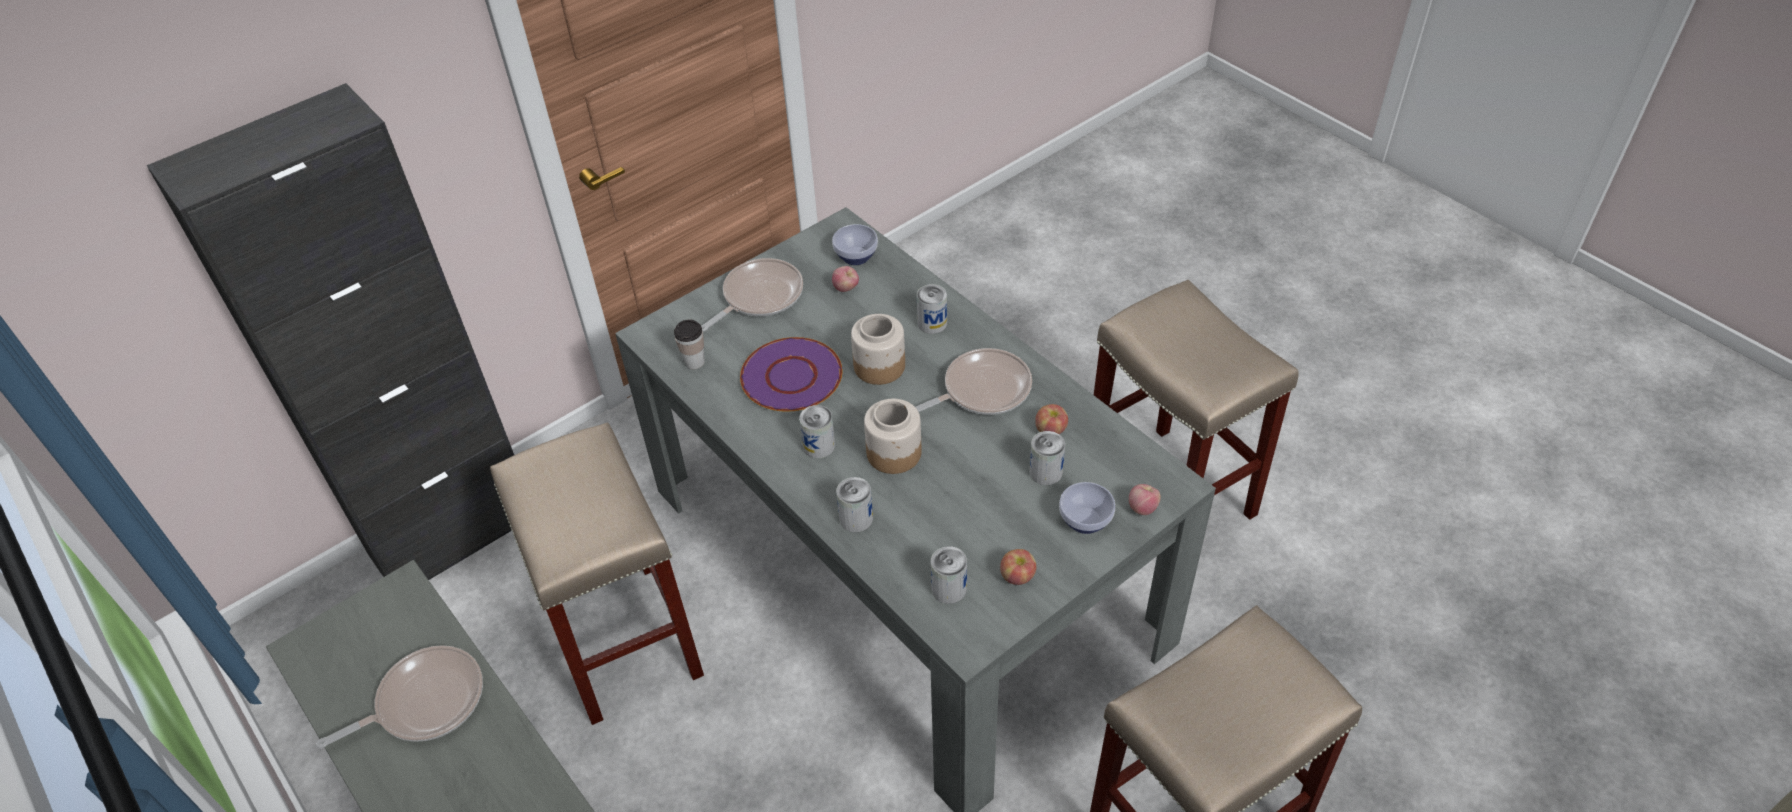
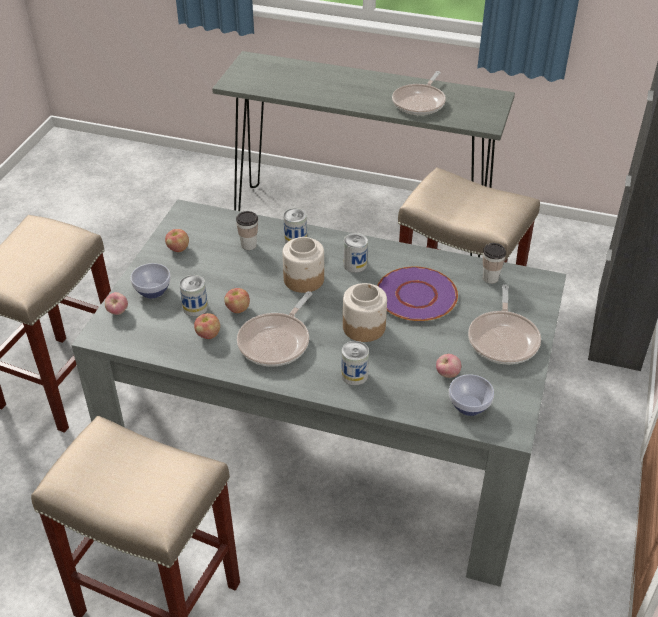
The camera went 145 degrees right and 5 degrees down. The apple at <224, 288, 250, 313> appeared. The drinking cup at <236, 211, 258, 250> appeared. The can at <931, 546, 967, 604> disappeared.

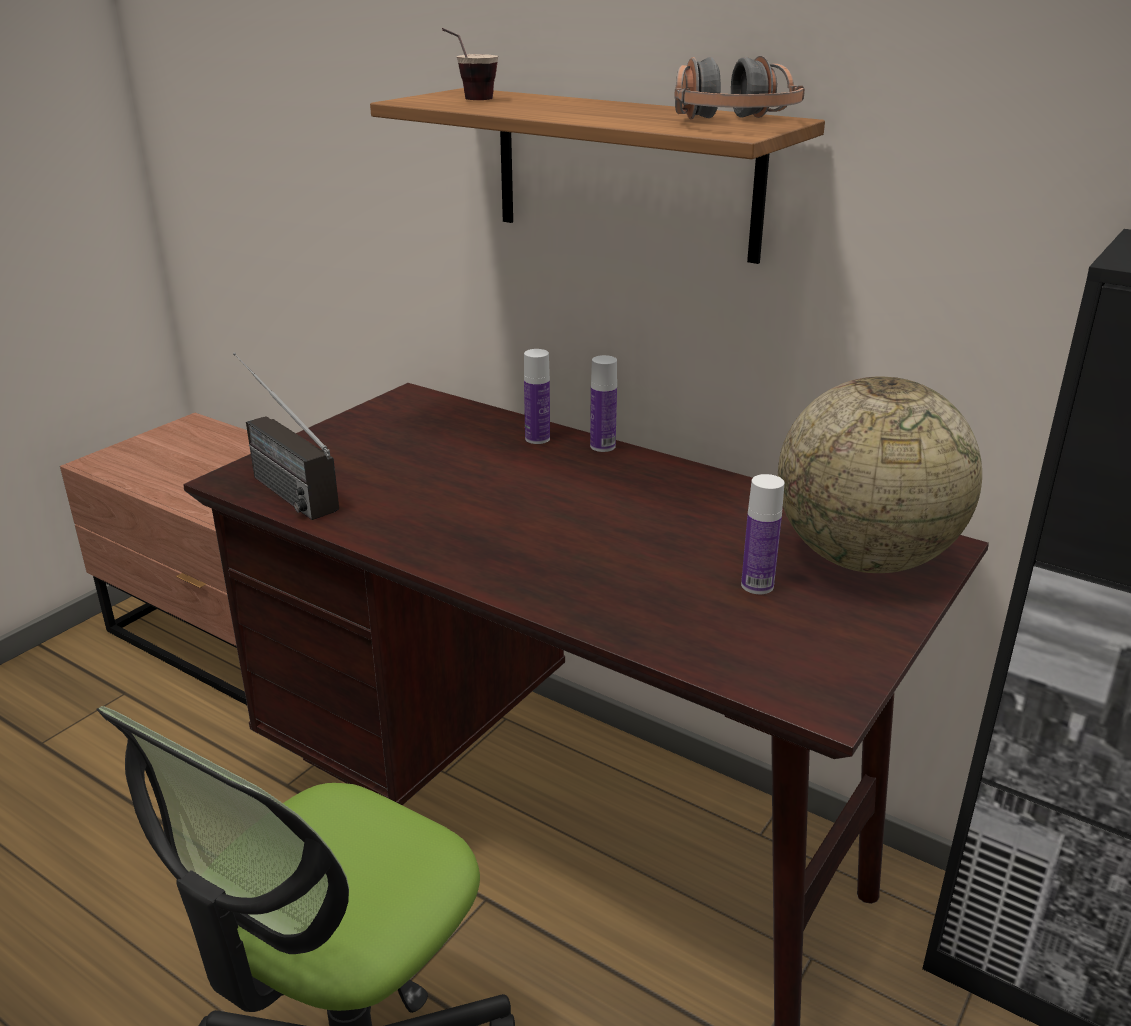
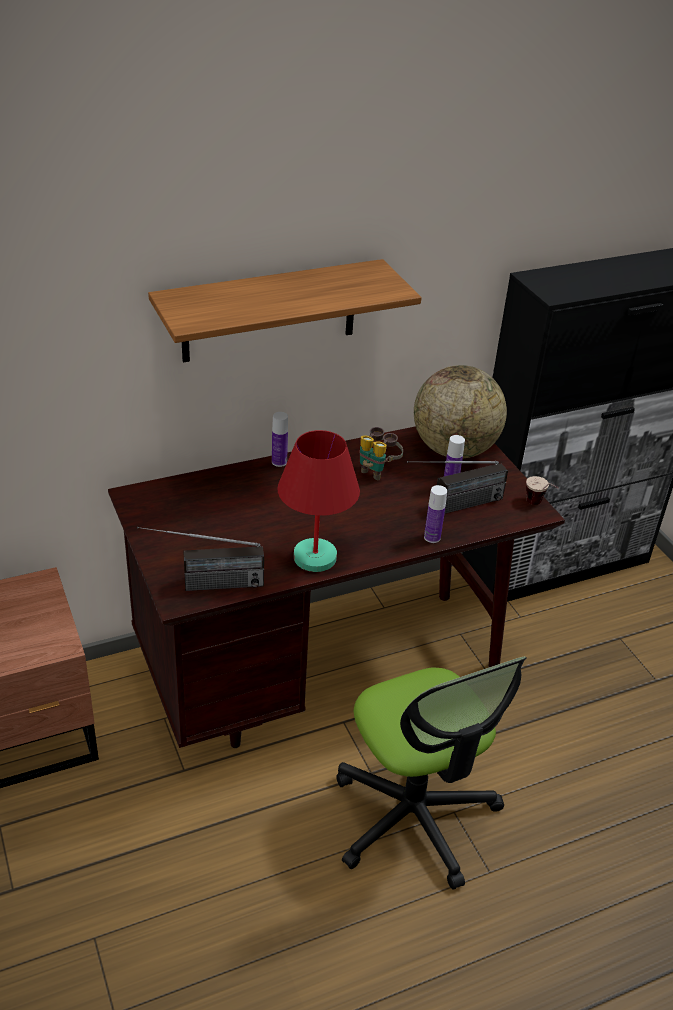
The camera went 60 degrees left and 10 degrees up. The red table lamp at <277, 430, 360, 572> appeared. The binoculars at <360, 427, 403, 480> appeared. The radio at <407, 461, 508, 514> appeared. The beverage bottle moved from <524, 349, 550, 444> to <424, 485, 447, 543>. The drinking cup moved from <442, 28, 498, 100> to <526, 476, 559, 505>. The pair of headphones at <674, 56, 805, 120> disappeared.

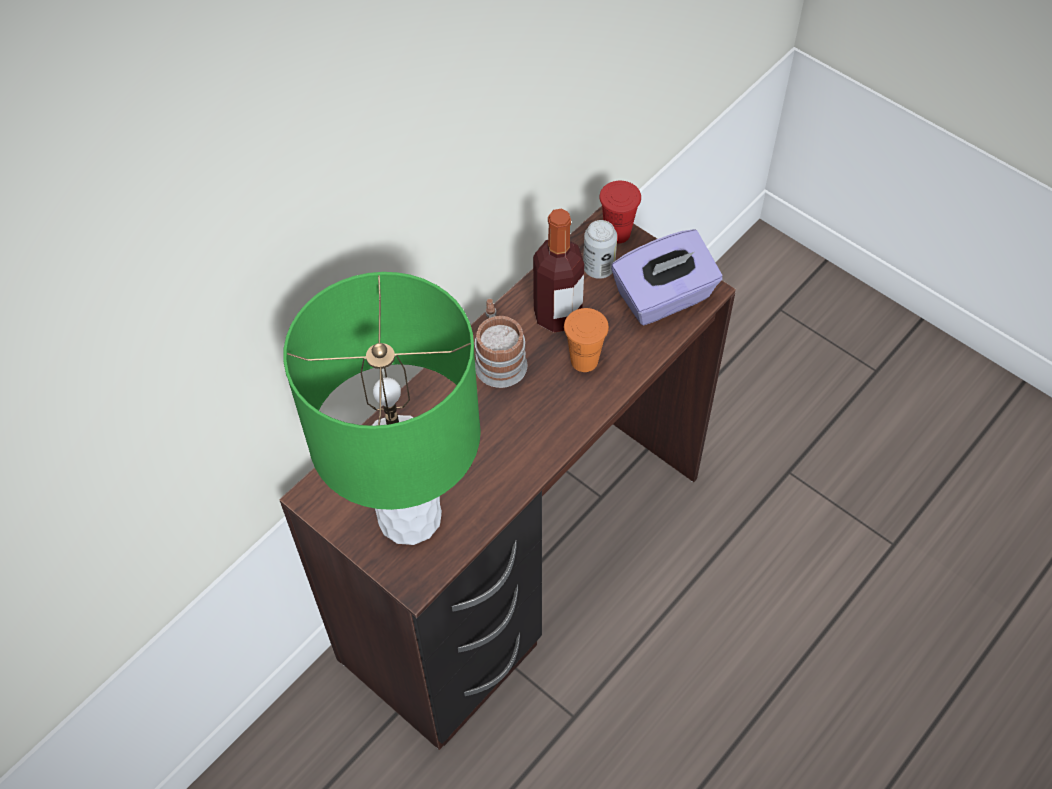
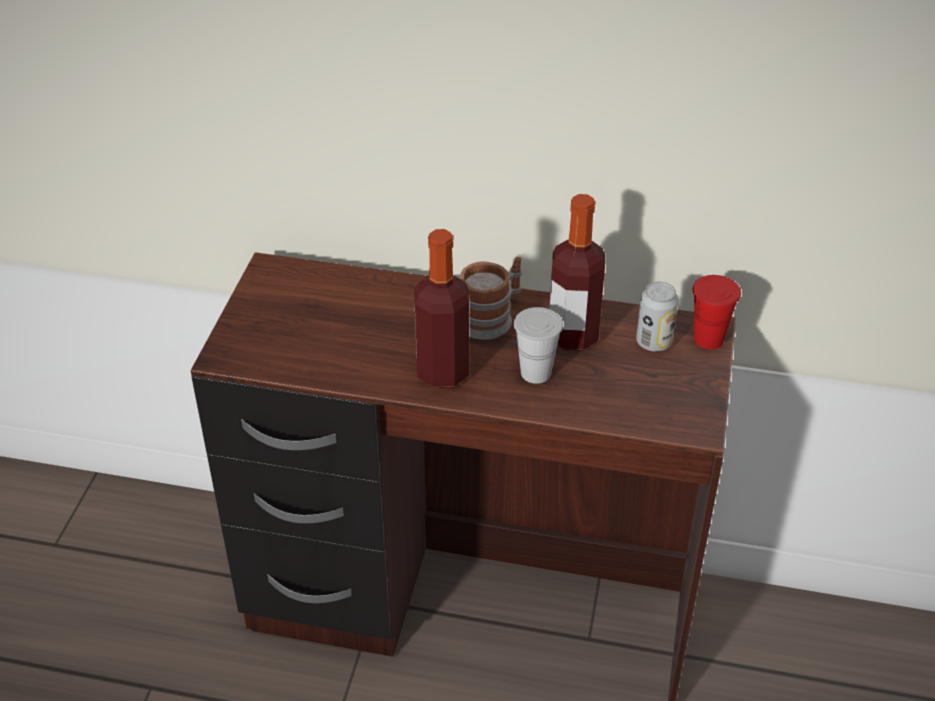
The camera went 60 degrees right and 15 degrees down. The beverage bottle at <414, 229, 469, 388> appeared. The orange-coloured drinking cup at <564, 308, 609, 372> became the white drinking cup at <514, 307, 563, 384>. The green table lamp at <283, 272, 481, 545> disappeared. The purple-coloured tissue holder at <611, 229, 722, 325> disappeared.

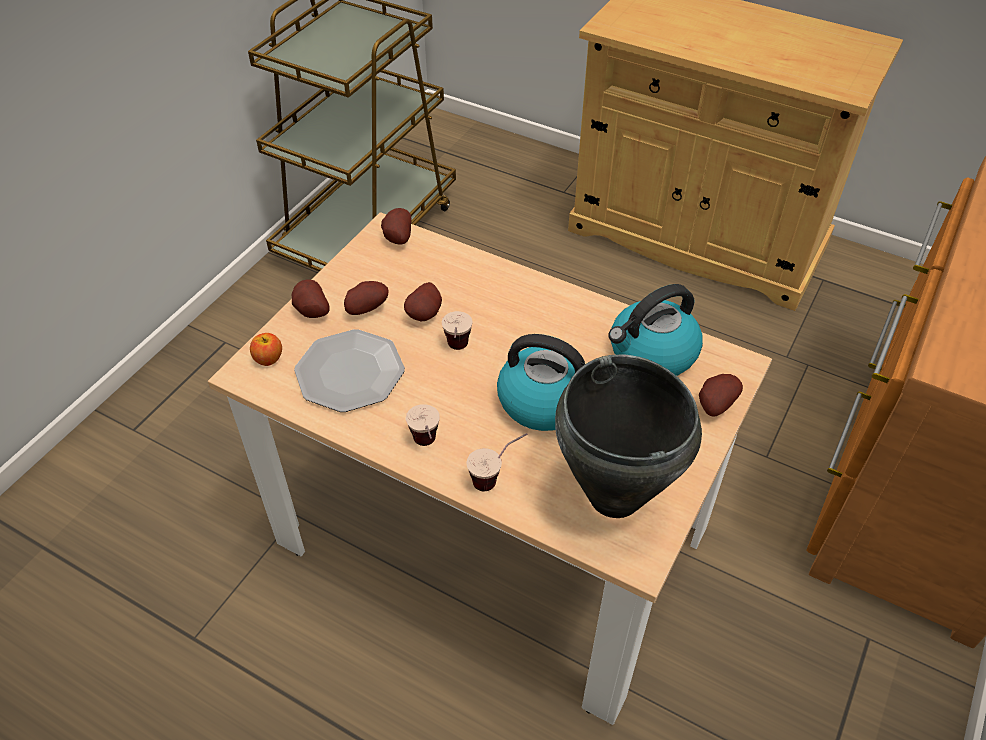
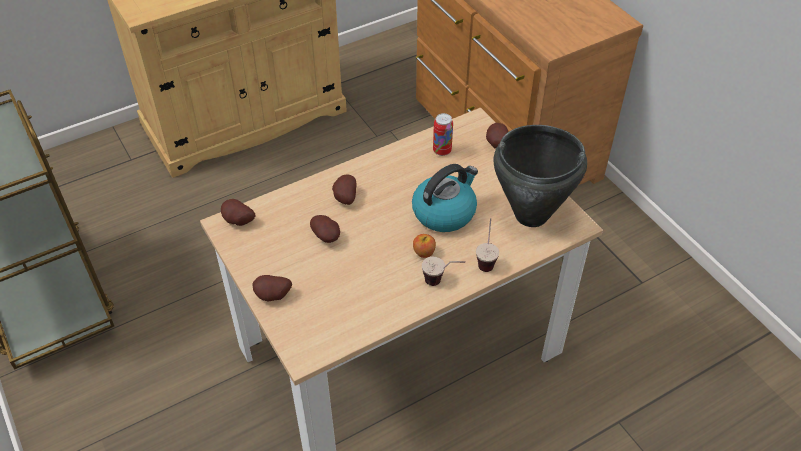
The camera went 60 degrees left and 0 degrees up. The spud moved from <344, 281, 389, 315> to <332, 174, 357, 205>. The apple moved from <250, 333, 282, 366> to <413, 234, 436, 258>. The water kettle at <608, 284, 703, 376> was replaced by the can at <433, 113, 453, 156>. The plate at <294, 329, 405, 412> disappeared. The drinking cup at <442, 311, 473, 350> disappeared.

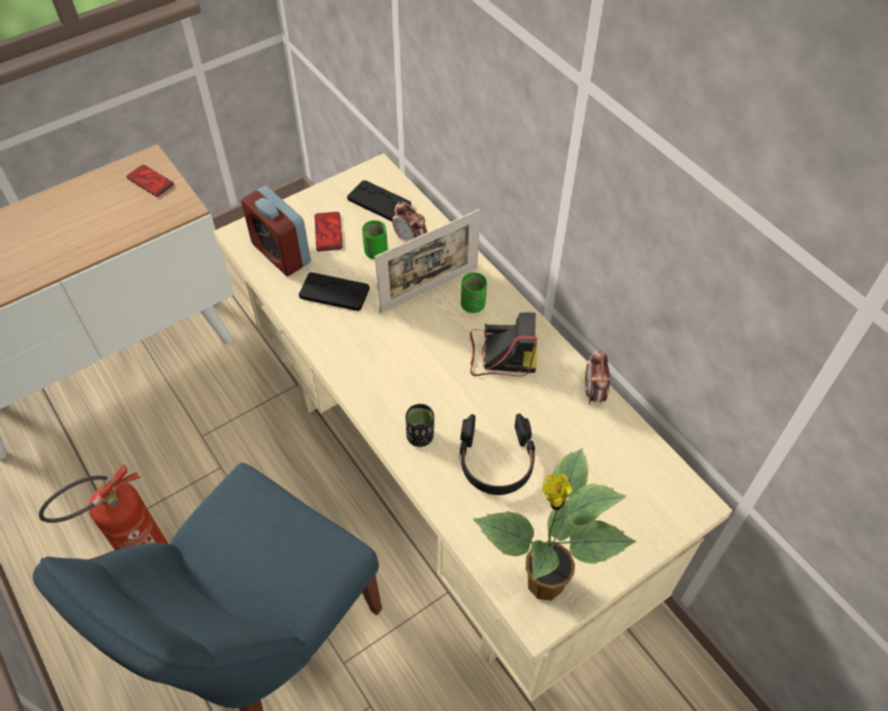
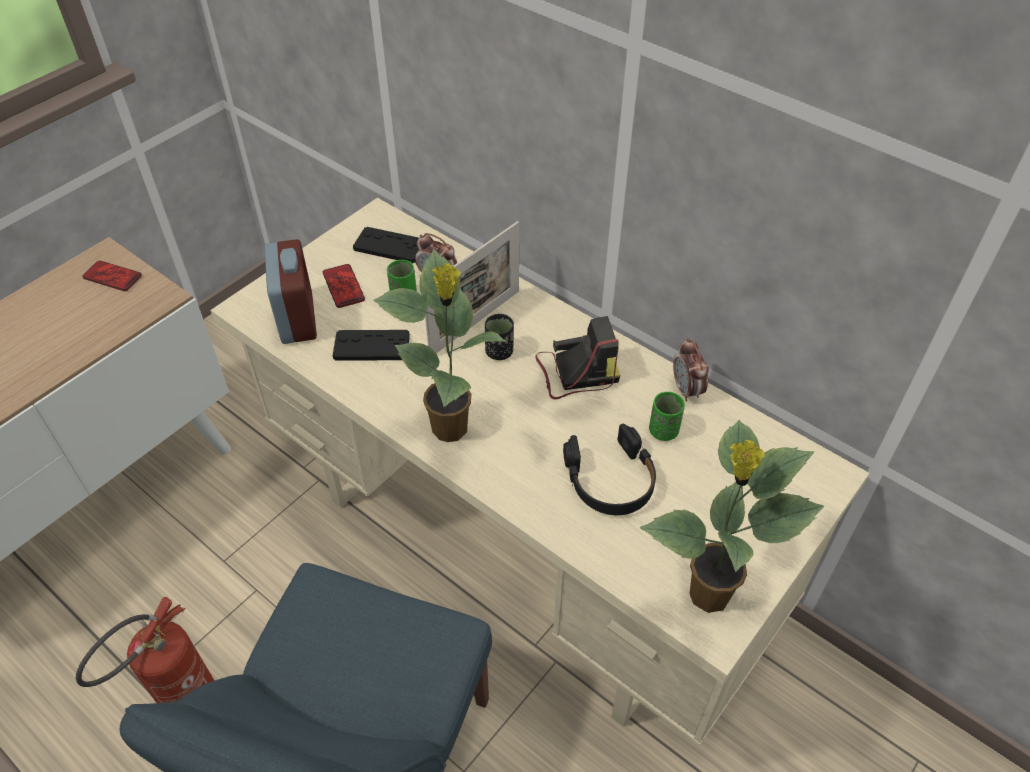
The camera went 15 degrees left and 5 degrees down. The table clock at <241, 186, 311, 276> turned 135 degrees counterclockwise. The potted plant at <373, 249, 507, 442> appeared. The blackish drinking cup moved from <406, 404, 434, 447> to <485, 314, 514, 360>. The green drinking cup moved from <461, 272, 487, 313> to <649, 392, 685, 441>.

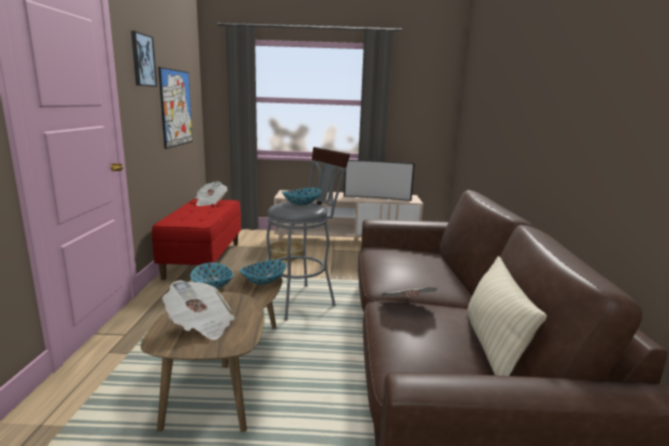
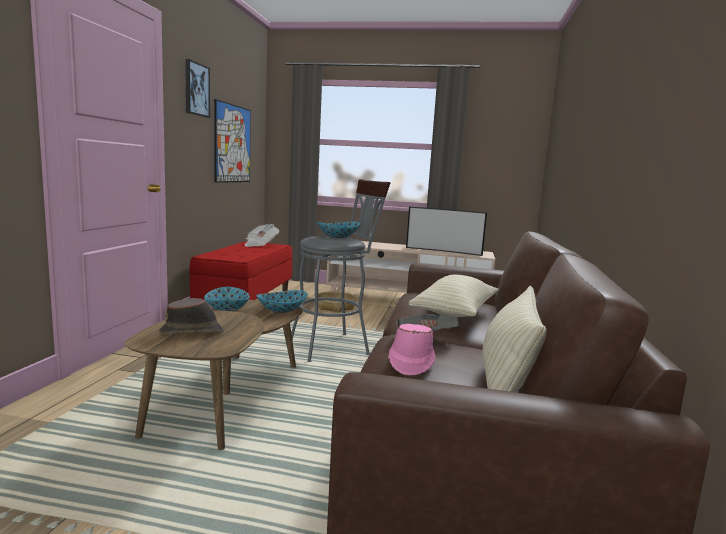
The camera went 10 degrees right and 5 degrees down. The newspaper at <162, 280, 235, 340> was replaced by the brown clothing hat at <159, 298, 224, 334>. The pinkish clothing hat at <389, 324, 435, 376> appeared. The sand-coloured pillow at <409, 275, 499, 317> appeared.

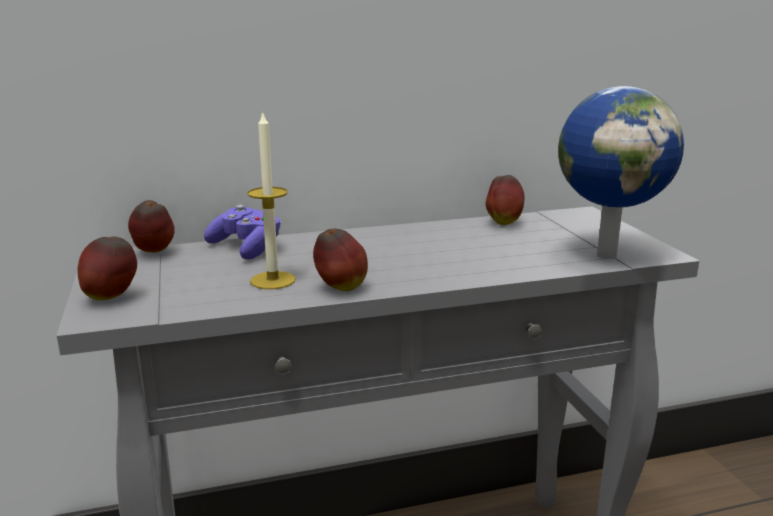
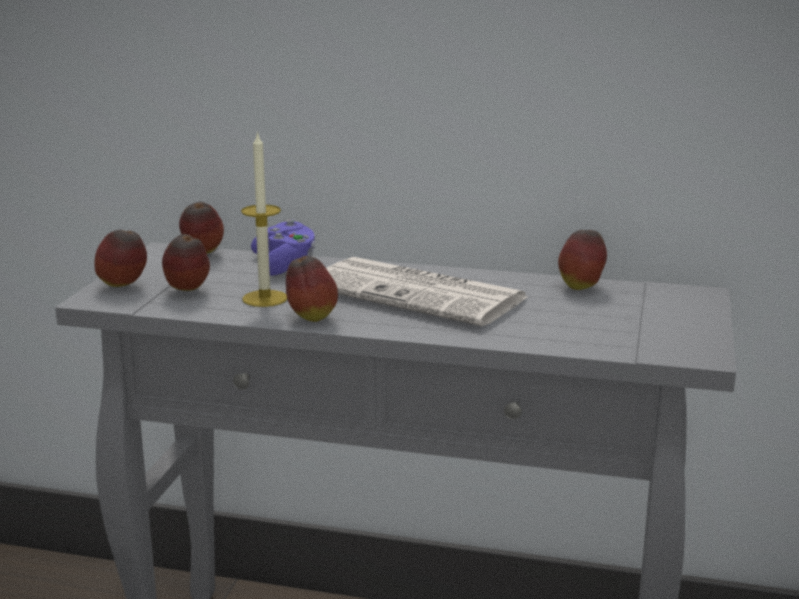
The camera went 30 degrees right and 0 degrees up. The apple at <162, 234, 210, 291> appeared. The newspaper at <326, 257, 527, 326> appeared. The world globe at <558, 86, 684, 259> disappeared.

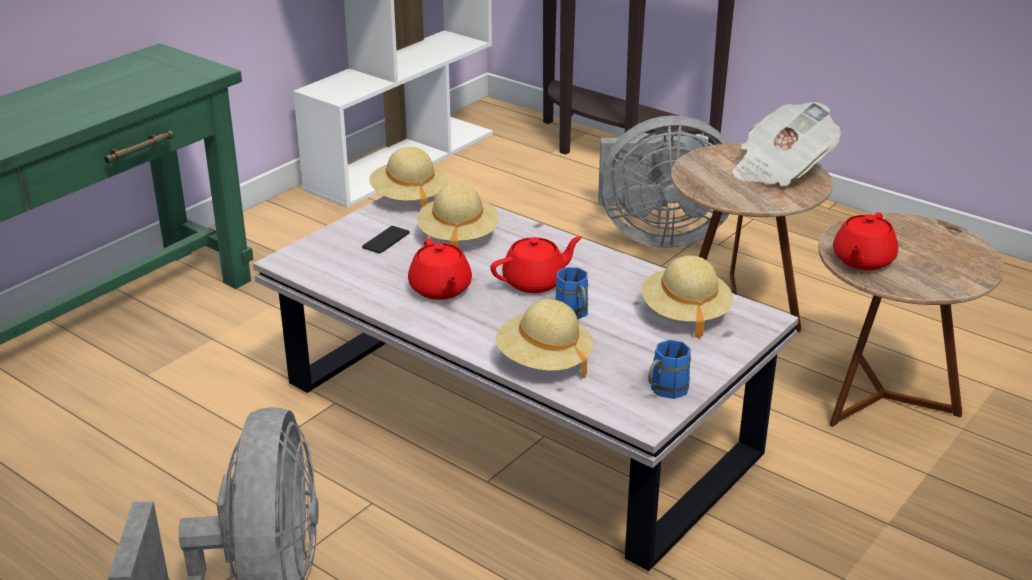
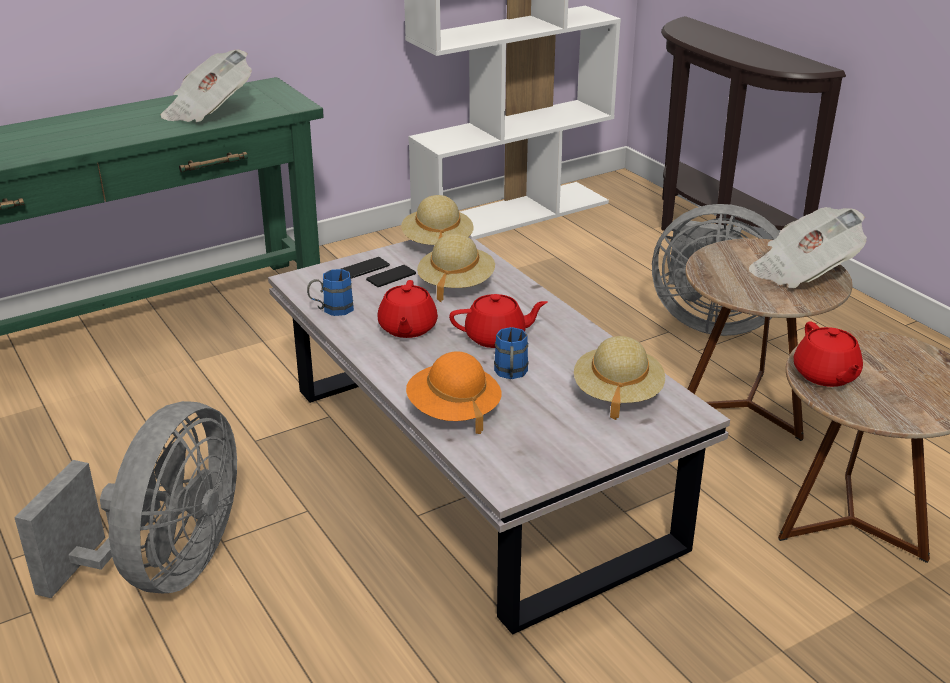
The camera went 20 degrees right and 0 degrees up. The newspaper at <161, 50, 252, 122> appeared. The blue-coloured mug moved from <648, 340, 691, 399> to <307, 269, 354, 316>. The telephone at <341, 257, 390, 278> appeared. The sand-coloured clothing hat at <496, 299, 594, 378> became the orange-coloured clothing hat at <406, 351, 502, 434>. The red pot for tea at <833, 212, 898, 270> turned 60 degrees counterclockwise.

